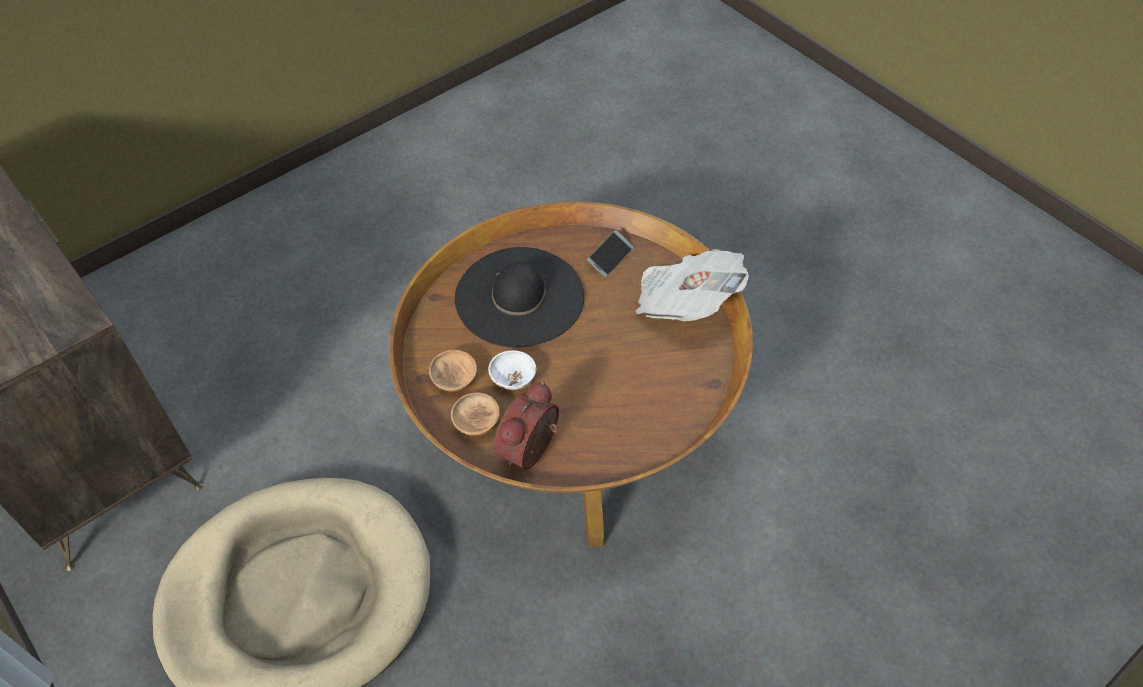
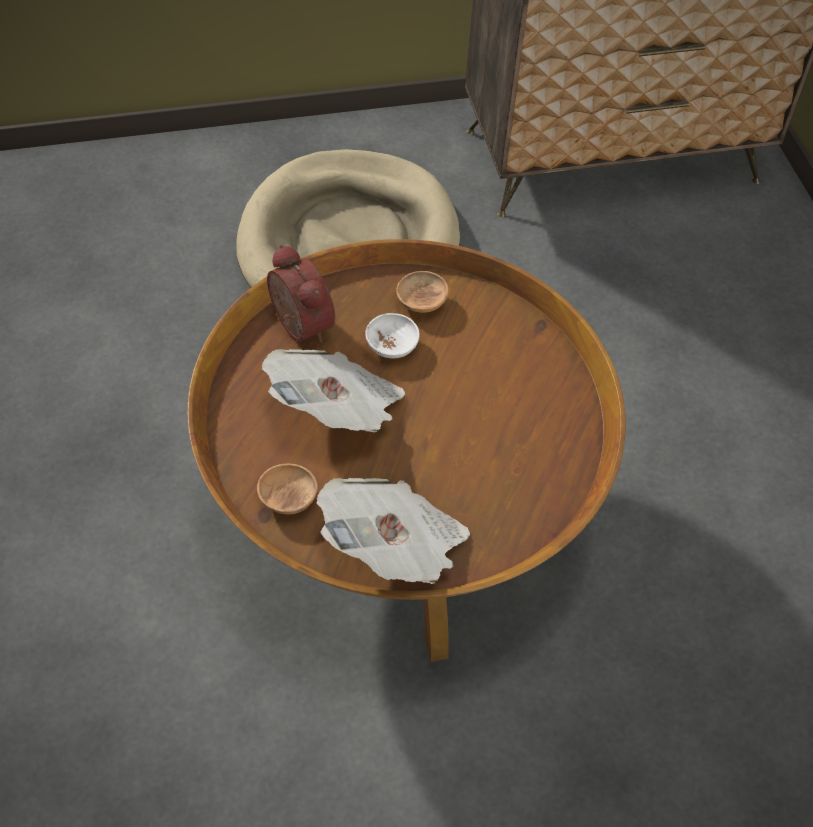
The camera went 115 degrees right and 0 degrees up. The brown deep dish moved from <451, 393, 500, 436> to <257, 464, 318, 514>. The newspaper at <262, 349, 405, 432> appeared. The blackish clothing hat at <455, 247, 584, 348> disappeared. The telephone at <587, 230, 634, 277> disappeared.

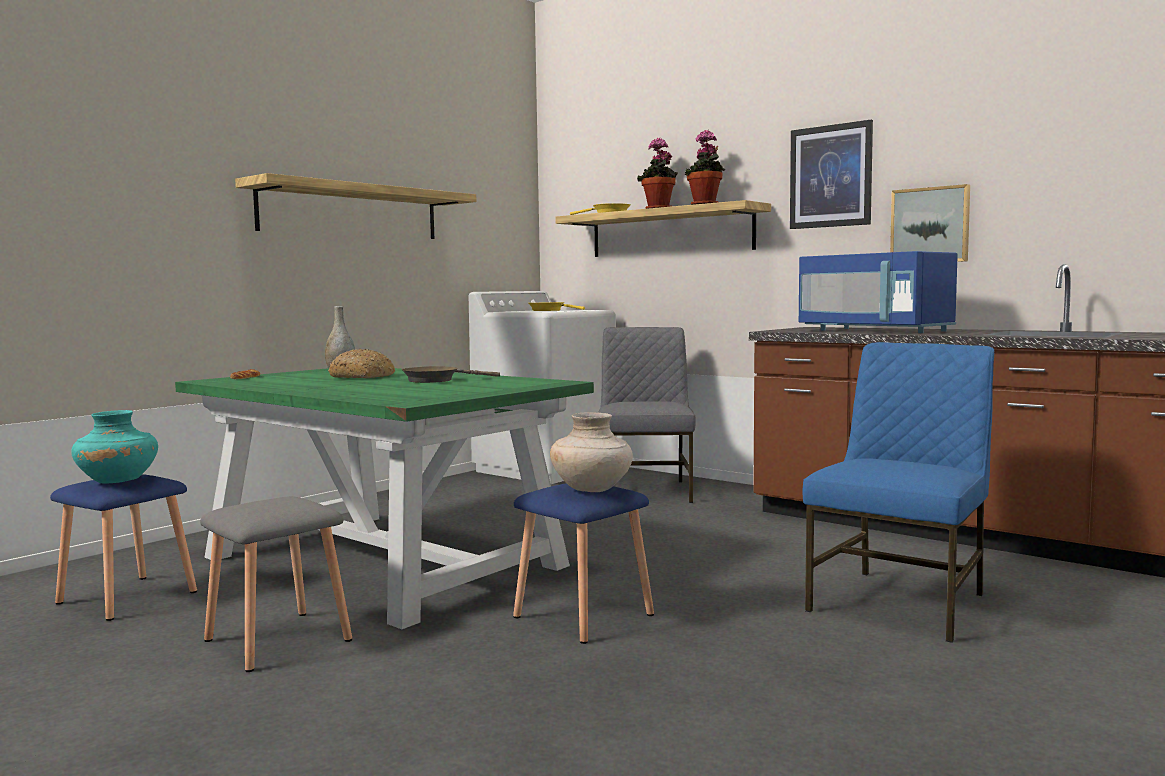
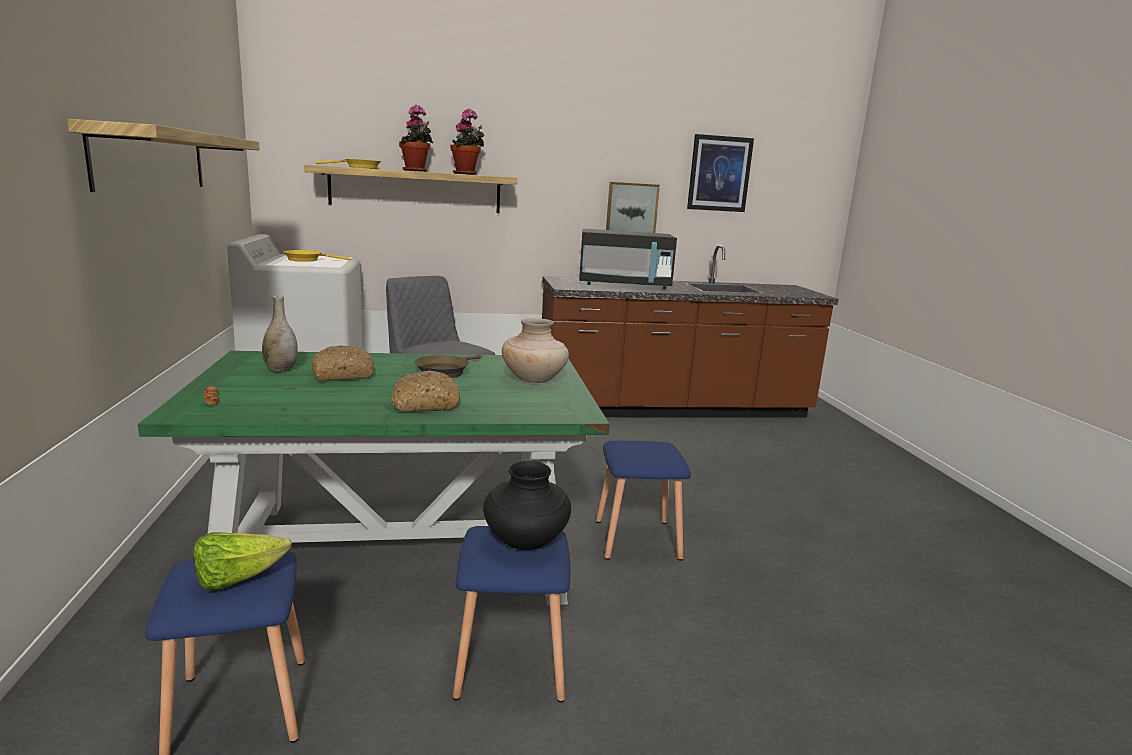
The camera went 50 degrees left and 10 degrees up. The blue-green vase at <71, 410, 158, 483> was replaced by the lettuce at <194, 532, 292, 591>. The bakery bread at <391, 371, 460, 412> appeared. The gray stool seat at <200, 496, 352, 672> became the blue-coloured stool seat at <453, 526, 570, 702>. The blackish vase at <483, 461, 571, 550> appeared. The sand-coloured vase moved from <550, 412, 633, 492> to <502, 318, 569, 383>. The blue-coloured microwave oven at <799, 251, 958, 333> became the blackish microwave oven at <579, 229, 677, 290>. The wall picture moved from <790, 120, 873, 229> to <687, 134, 754, 212>. The blue-coloured chair at <803, 342, 994, 643> disappeared.

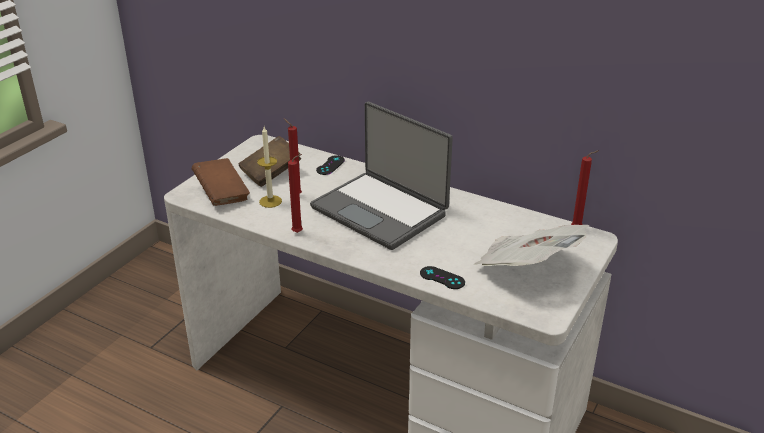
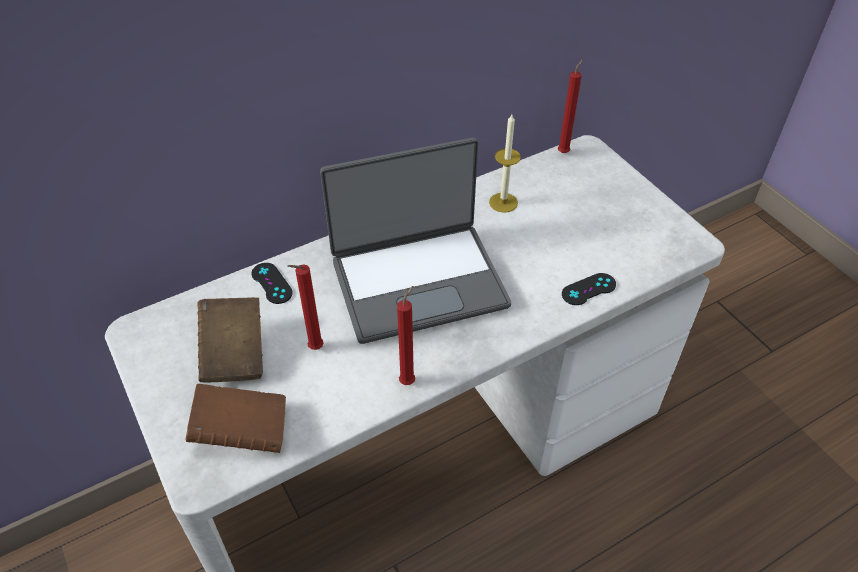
The camera went 60 degrees left and 15 degrees up. The wax candle moved from <257, 127, 282, 208> to <489, 114, 521, 213>. The newspaper at <475, 225, 590, 266> disappeared.

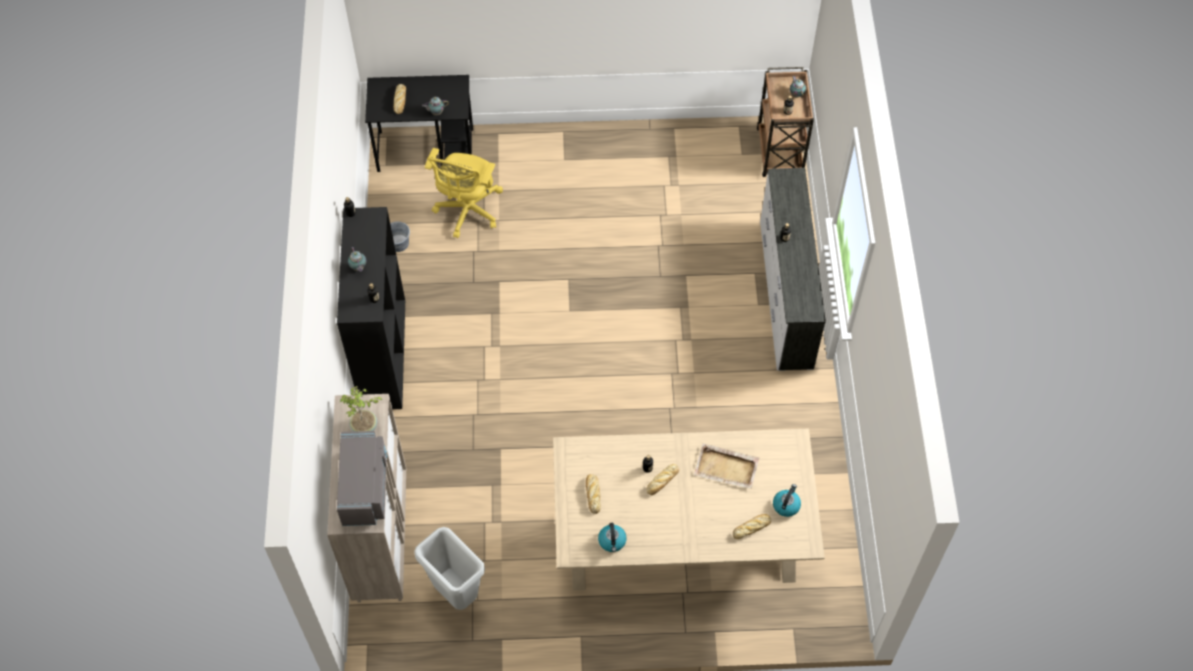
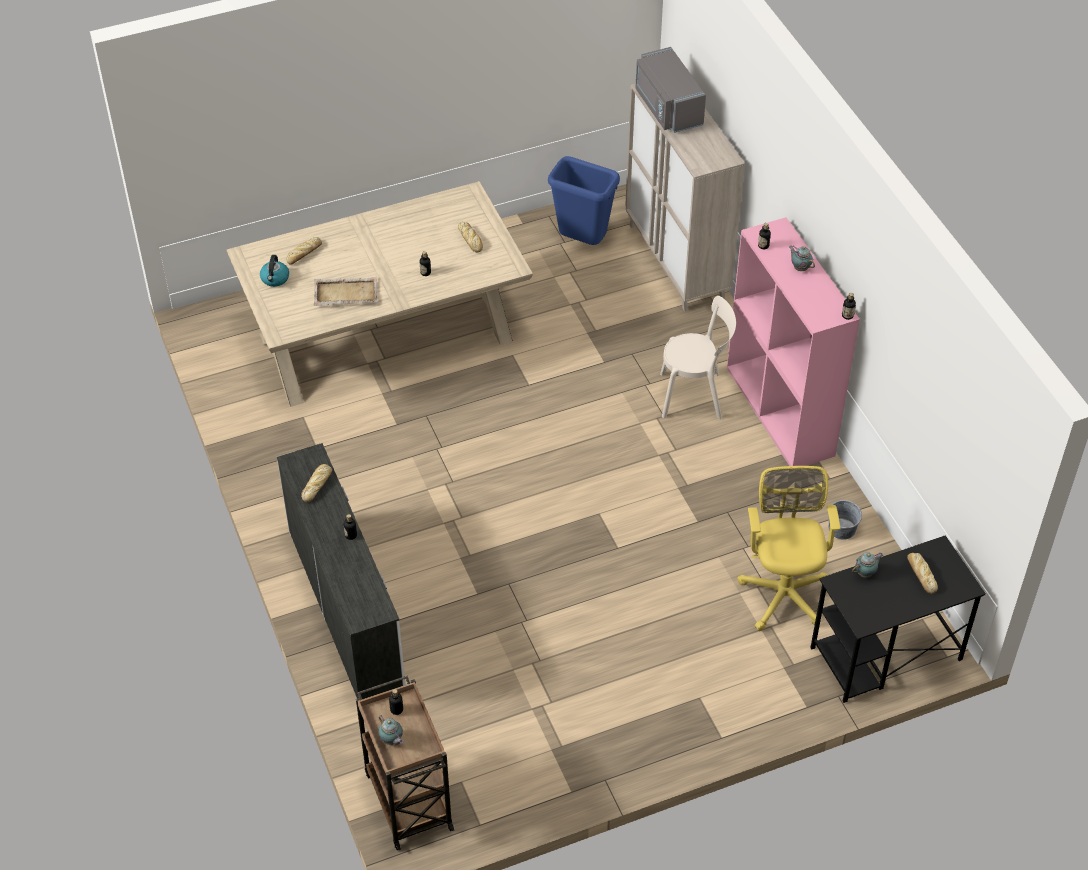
The camera went 160 degrees right and 10 degrees down. The bakery bread moved from <647, 464, 679, 495> to <301, 464, 332, 502>. The gray rubbish bin at <414, 527, 485, 610> became the blue-coloured rubbish bin at <548, 156, 620, 245>. The sand-coloured chair at <660, 296, 736, 419> appeared. The blackish bookcase at <337, 207, 405, 409> became the pinkish bookcase at <727, 217, 860, 470>. The potted plant at <340, 386, 382, 432> disappeared. The water kettle at <598, 523, 627, 552> disappeared.

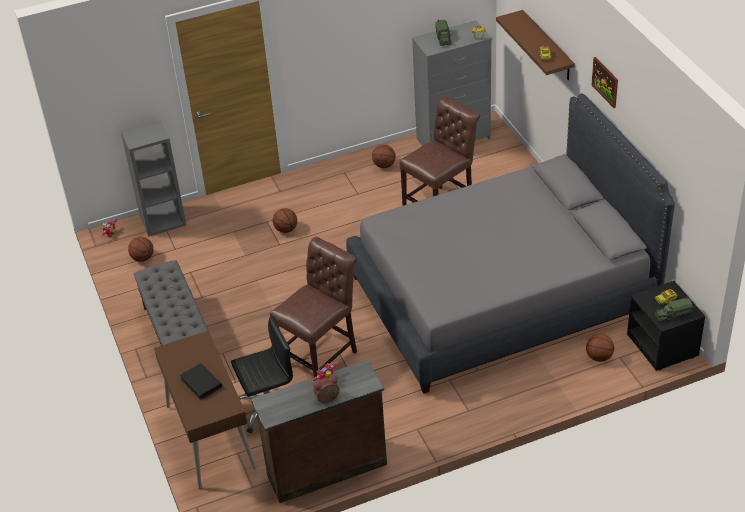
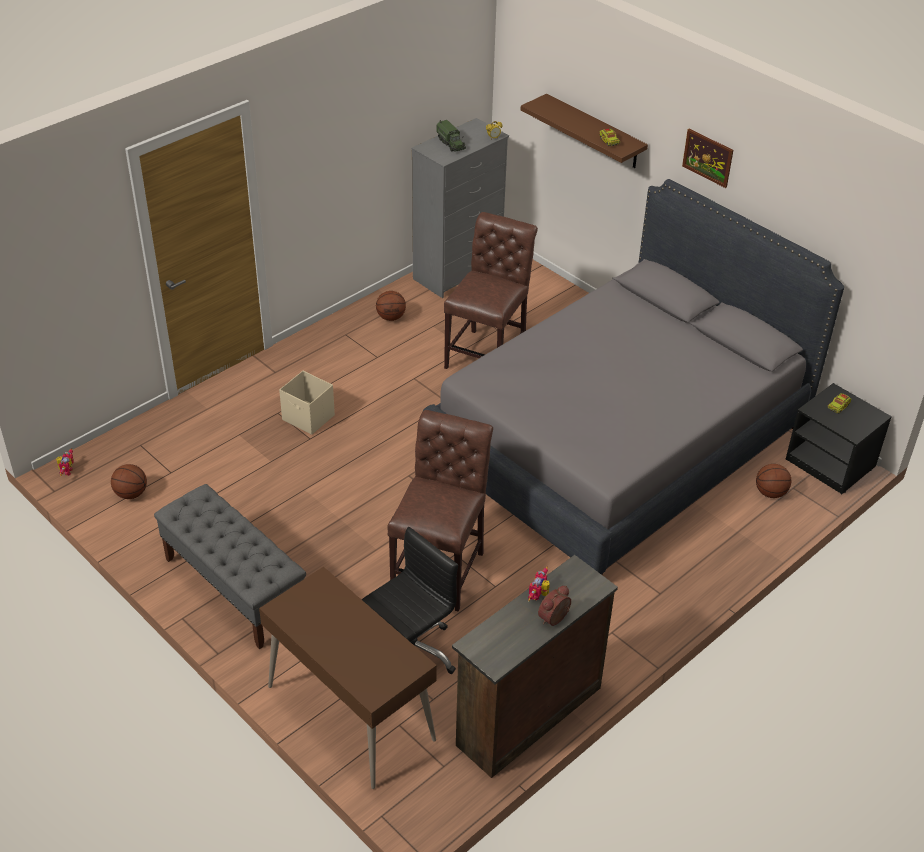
The camera went 25 degrees left and 0 degrees up. The basketball at <273, 208, 297, 233> was replaced by the sand-coloured storage box at <279, 371, 335, 435>. The gray bookcase at <121, 120, 186, 236> disappeared. The blackish book at <180, 363, 222, 400> disappeared. The toy truck at <654, 297, 693, 322> disappeared.

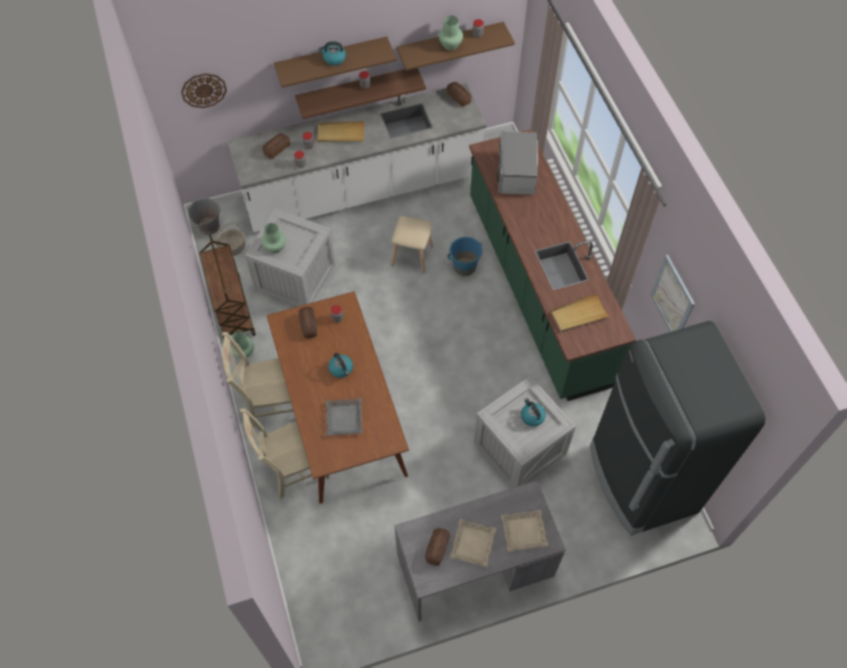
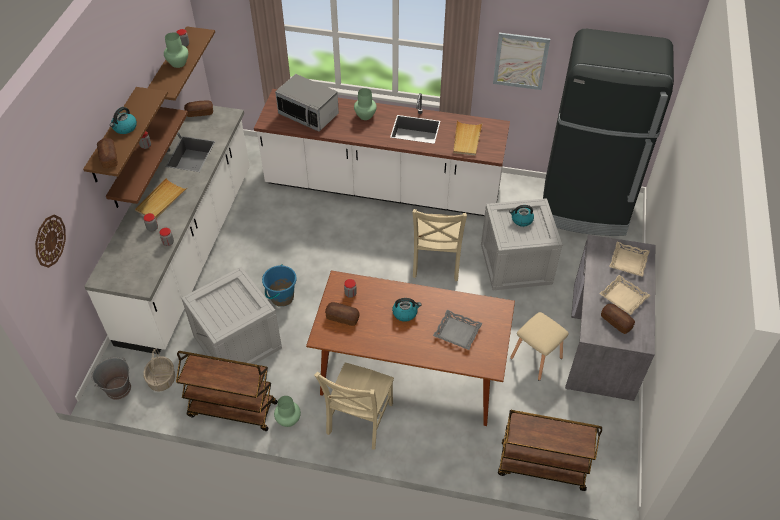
The camera went 60 degrees left and 10 degrees down. The bakery bread moved from <262, 134, 290, 159> to <97, 138, 118, 168>. The green kitchen base unit at <469, 130, 636, 401> became the white kitchen base unit at <254, 89, 510, 216>. The blue-coloured bucket moved from <447, 237, 482, 276> to <262, 264, 297, 307>. The green vase moved from <262, 223, 286, 253> to <354, 88, 377, 120>. The sand-coloured chair moved from <240, 408, 330, 499> to <412, 209, 467, 281>. The brown trolley at <498, 410, 602, 491> appeared. The sand-coloured stool seat moved from <391, 216, 433, 273> to <510, 312, 569, 381>.

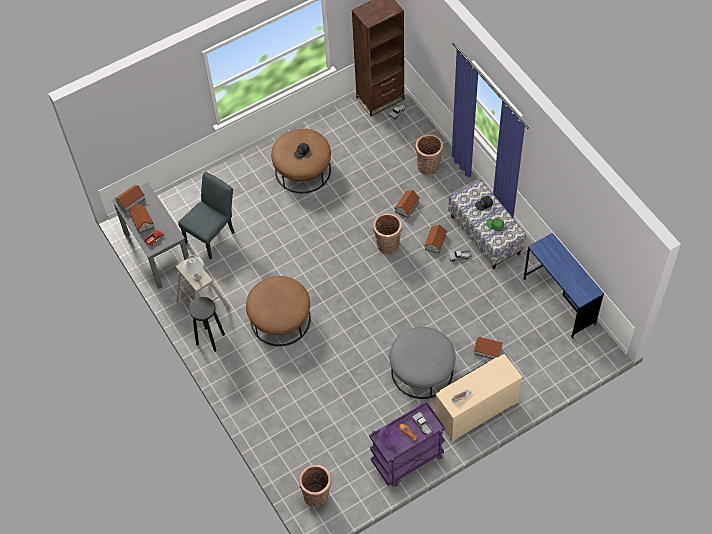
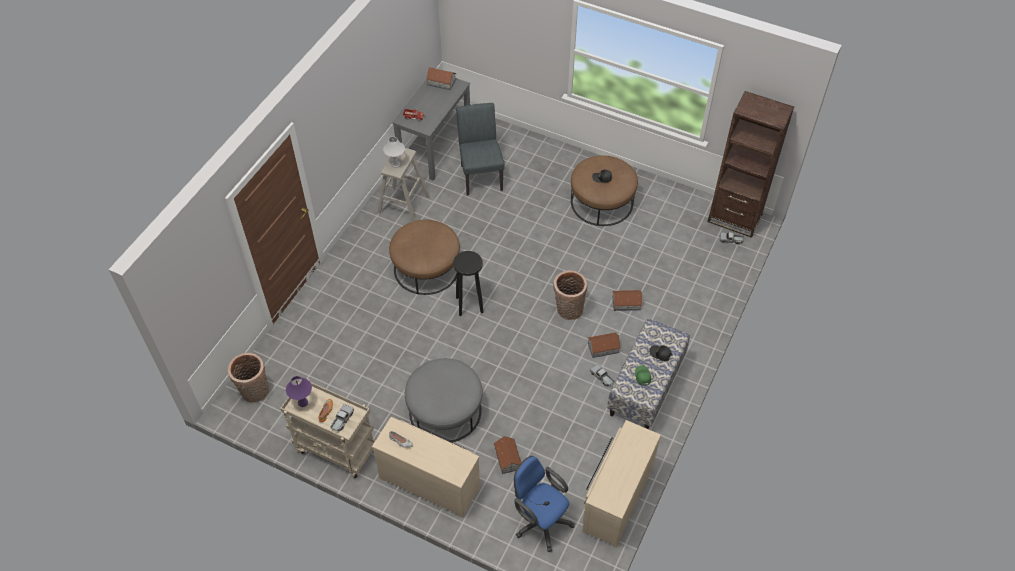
The camera went 55 degrees right and 5 degrees down. The purple-coloured trolley at <369, 401, 445, 487> became the sand-coloured trolley at <280, 379, 376, 478>. The blackish stool seat moved from <189, 297, 225, 352> to <453, 251, 483, 316>. The gray chair at <178, 172, 235, 259> turned 105 degrees counterclockwise. The blue-coloured office chair at <514, 456, 575, 552> appeared. The blue-coloured desk unit at <524, 233, 604, 339> was replaced by the sand-coloured chest of drawers at <582, 420, 661, 548>. The toy house at <129, 204, 154, 234> disappeared. The household basket at <415, 134, 443, 175> disappeared.

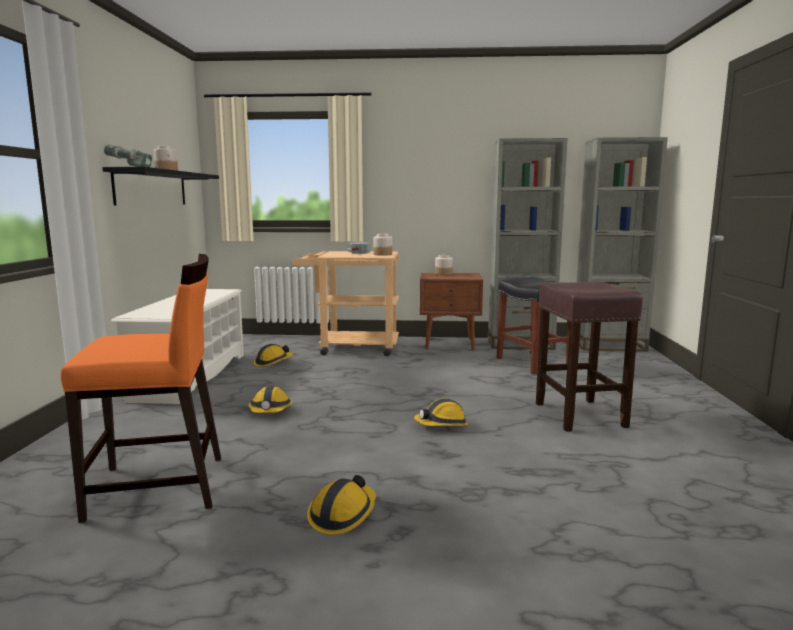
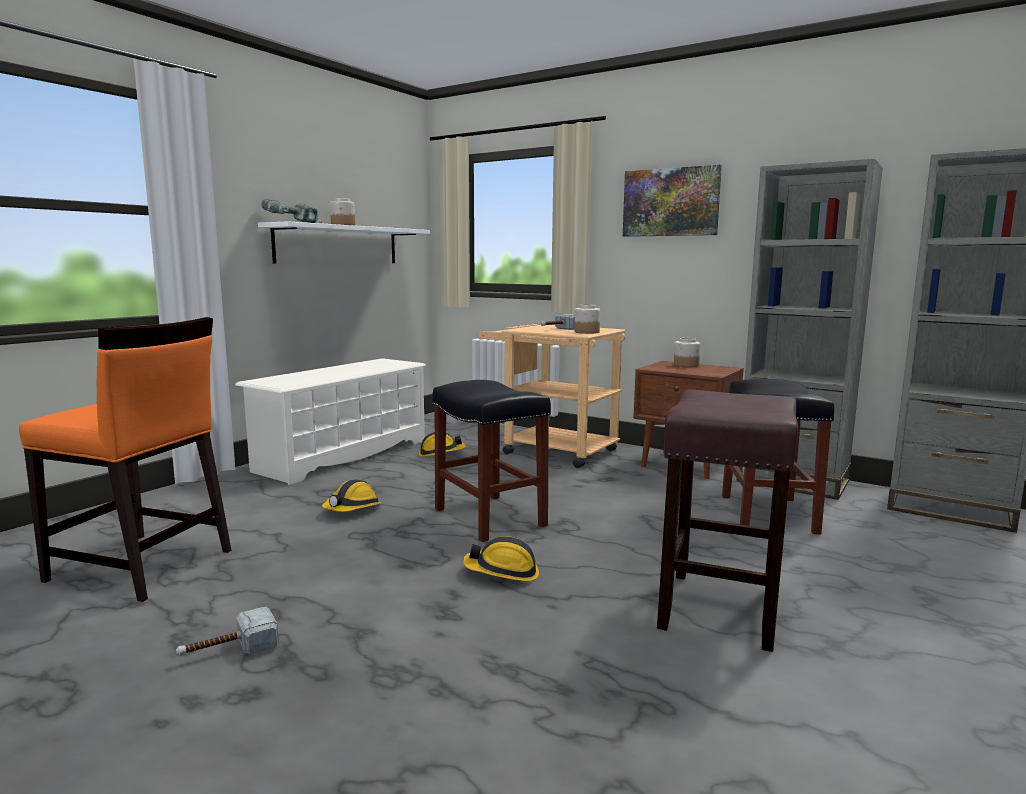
The camera went 30 degrees right and 0 degrees up. The safety helmet at <307, 475, 376, 535> was replaced by the tool hammer at <176, 607, 279, 656>. The blackish wall shelf at <102, 167, 219, 206> became the white wall shelf at <258, 221, 430, 263>. The blackish stool seat at <432, 380, 551, 542> appeared. The wall picture at <623, 165, 722, 237> appeared.

